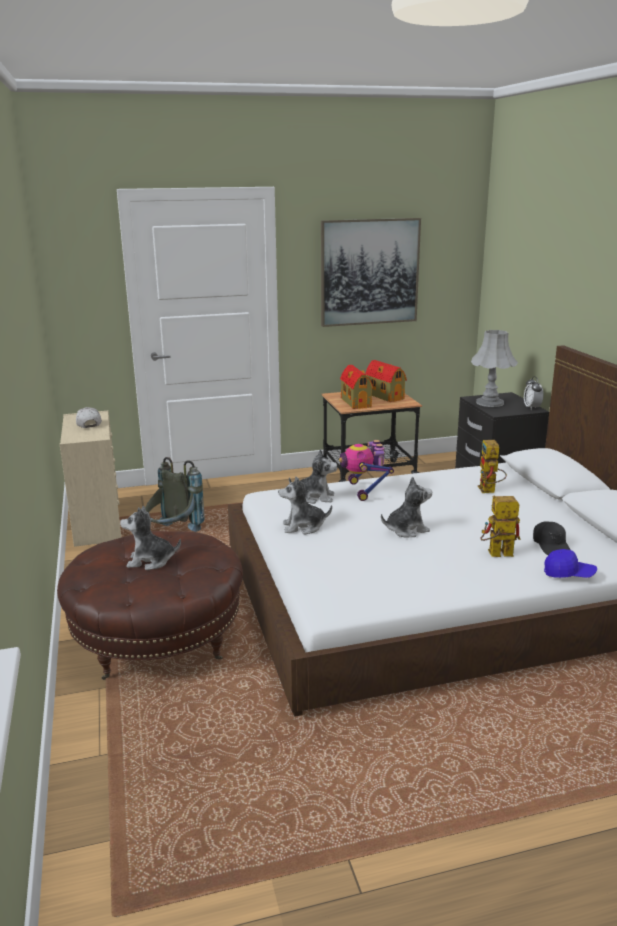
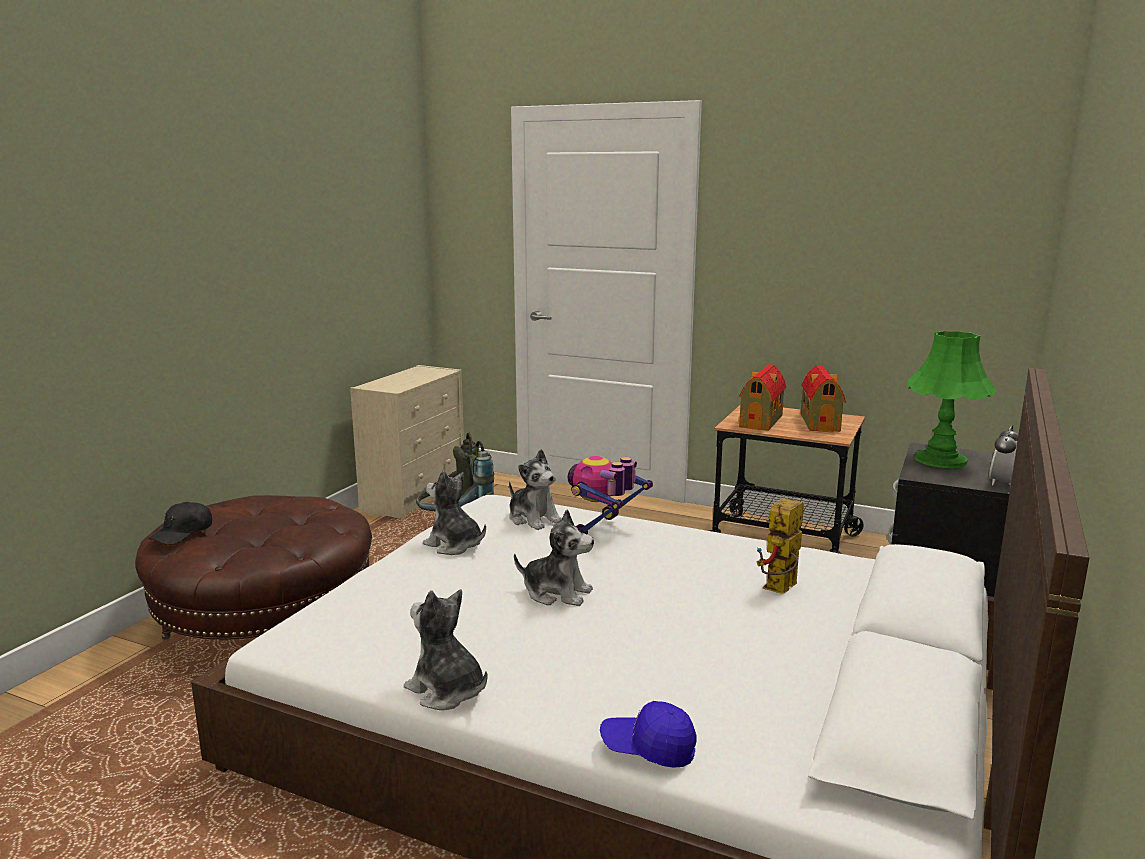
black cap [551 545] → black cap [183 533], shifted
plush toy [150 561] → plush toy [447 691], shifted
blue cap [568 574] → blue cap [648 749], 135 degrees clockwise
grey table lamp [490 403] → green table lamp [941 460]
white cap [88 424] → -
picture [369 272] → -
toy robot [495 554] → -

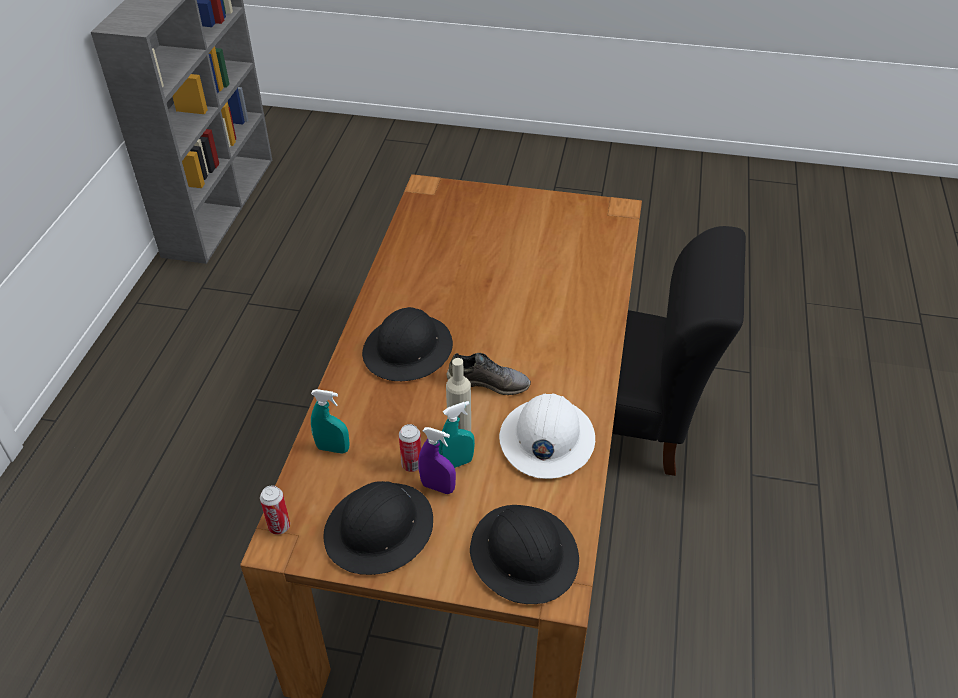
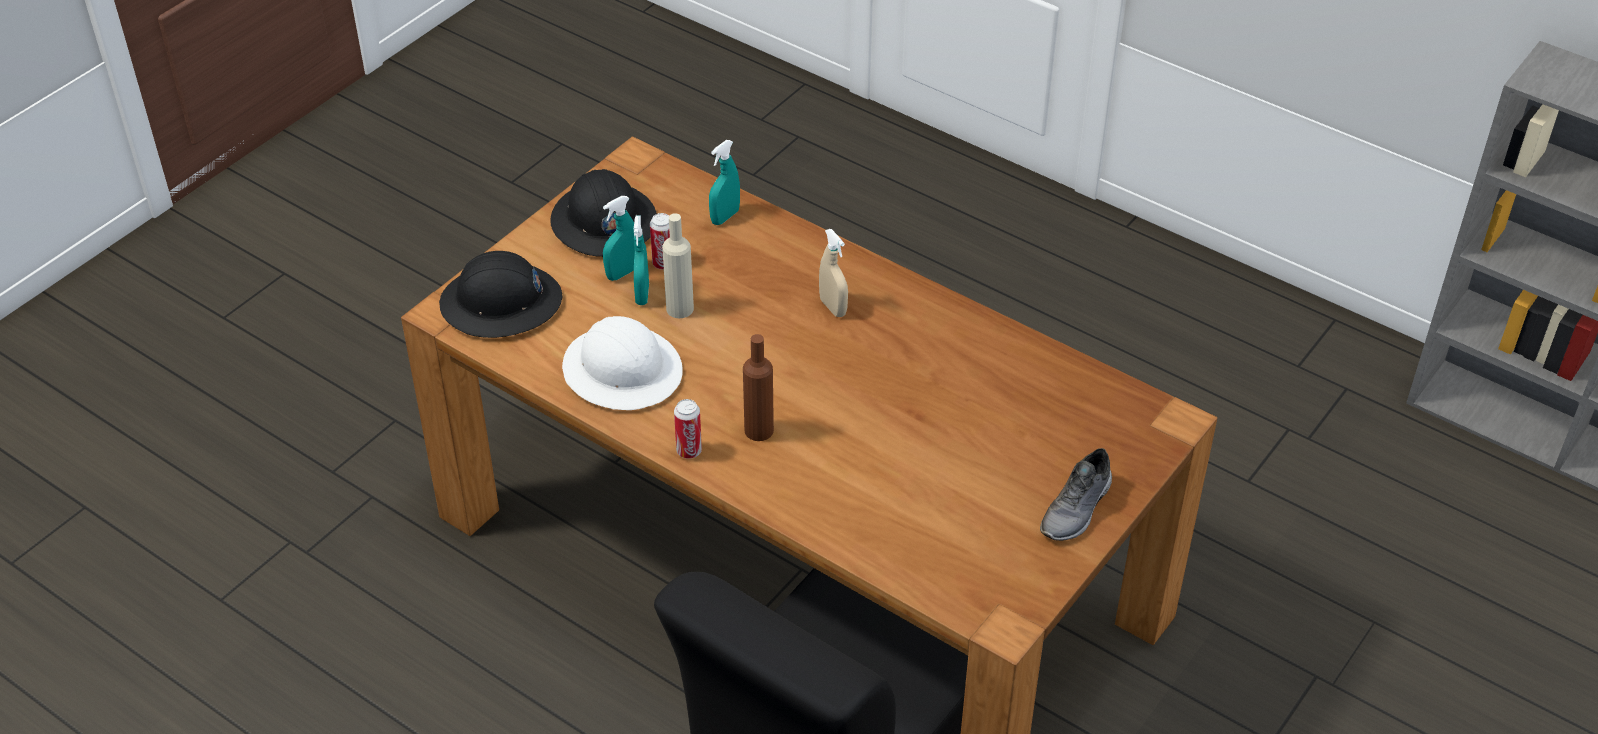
purple spray bottle [438 487] → turquoise spray bottle [623 273]
can [279 526] → can [689 451], shifted
- → brown bottle [759 430]
black hard hat [408 350] → beige spray bottle [833 307]
grey shoe [488 382] → grey shoe [1077 509], shifted

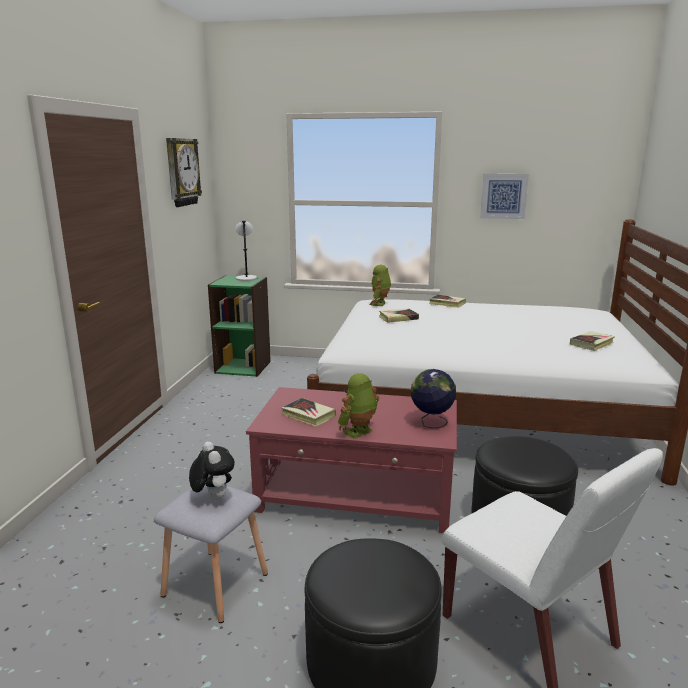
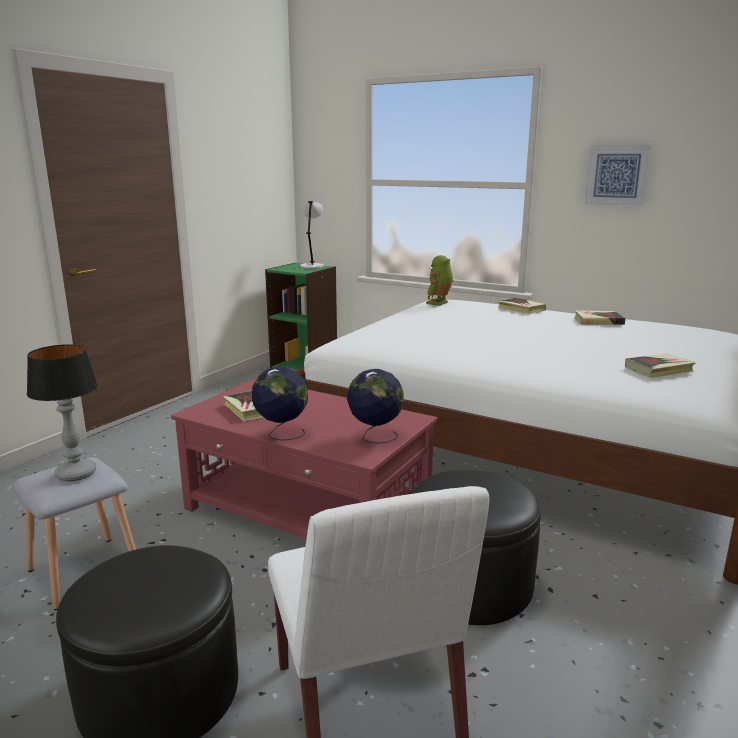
plush toy [213 497] → table lamp [75 474]
toy robot [359 432] → globe [281 434]
book [398 318] → book [598 321], shifted
wall clock [181 172] → -

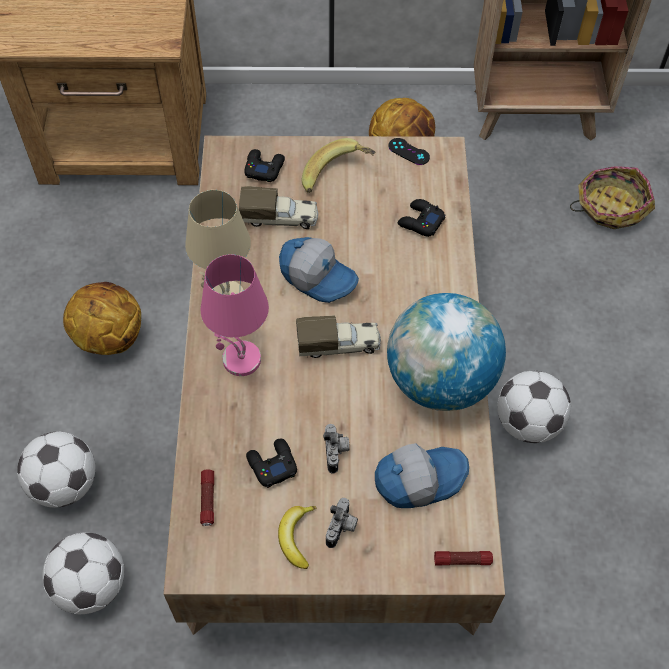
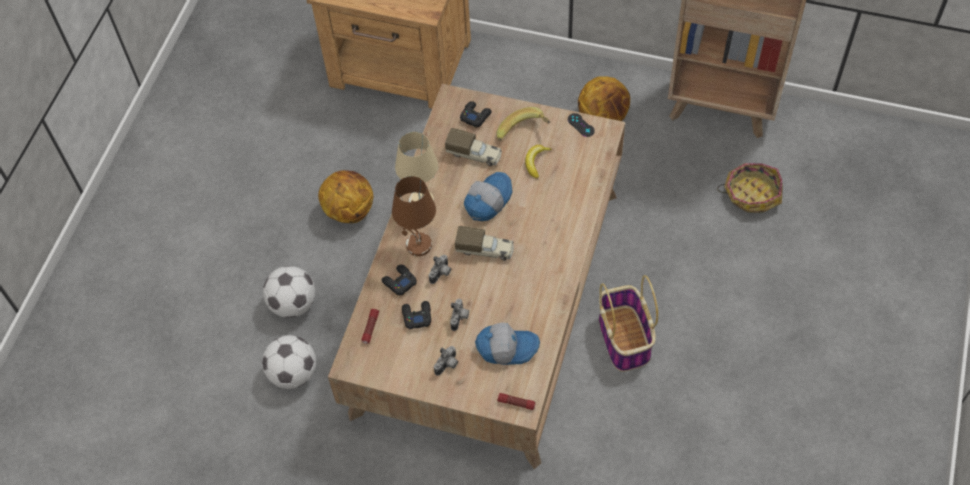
black game controller [420 222] → black game controller [399 282], shifted
pink table lamp [240 360] → brown table lamp [418 245]
- → photo camera [441 274]
cap [318 276] → cap [487 200], 105 degrees counterclockwise
banana [296 537] → banana [536 162], shifted
football [527 423] → basket [625 339]
globe [440 380] → -

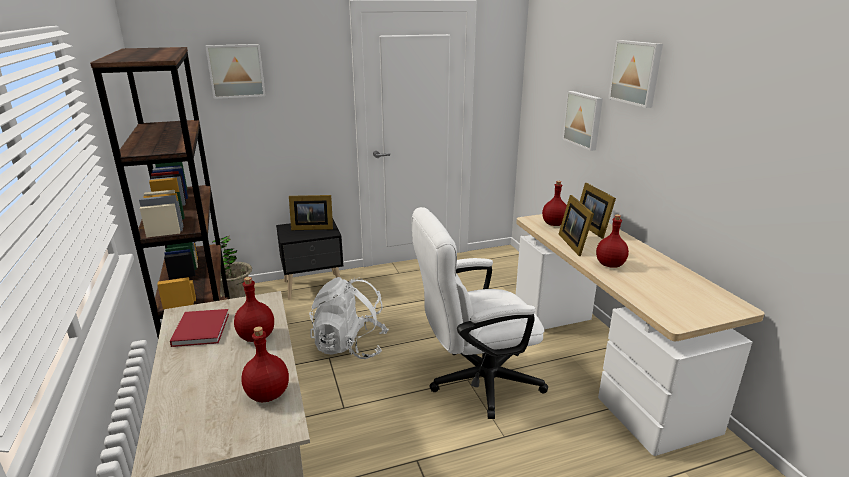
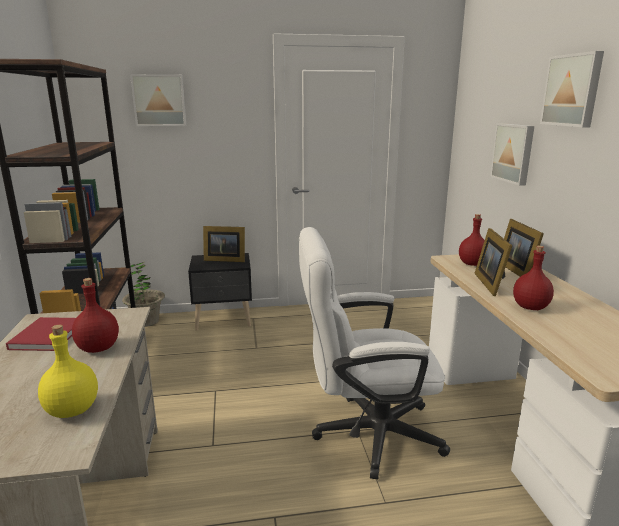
red bottle [268 394] → yellow bottle [73 409]
white backpack [350 346] → -

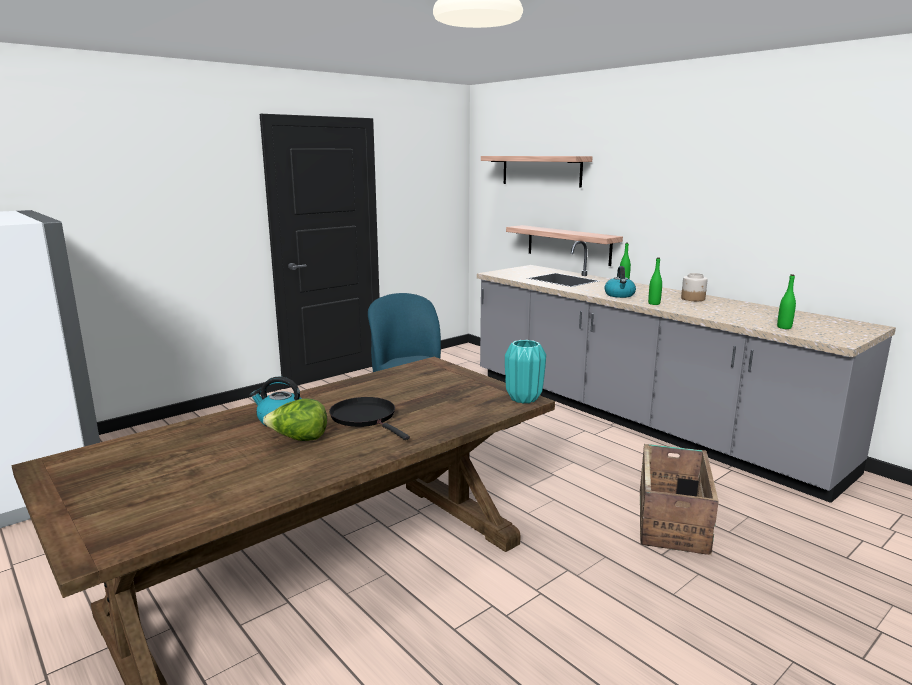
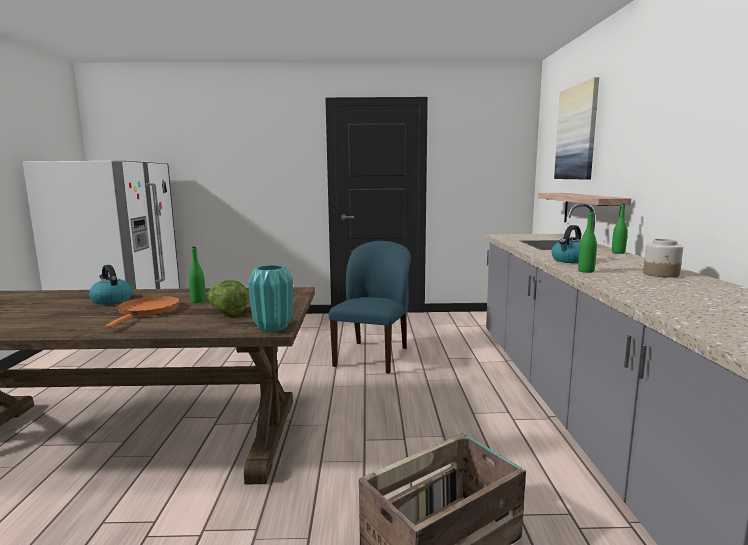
black frying pan [366 418] → orange frying pan [147 311]
green bottle [784 327] → green bottle [198 301], shifted
lettuce [299 439] → lettuce [227 313], shifted
shelf [541 170] → picture [577 133]

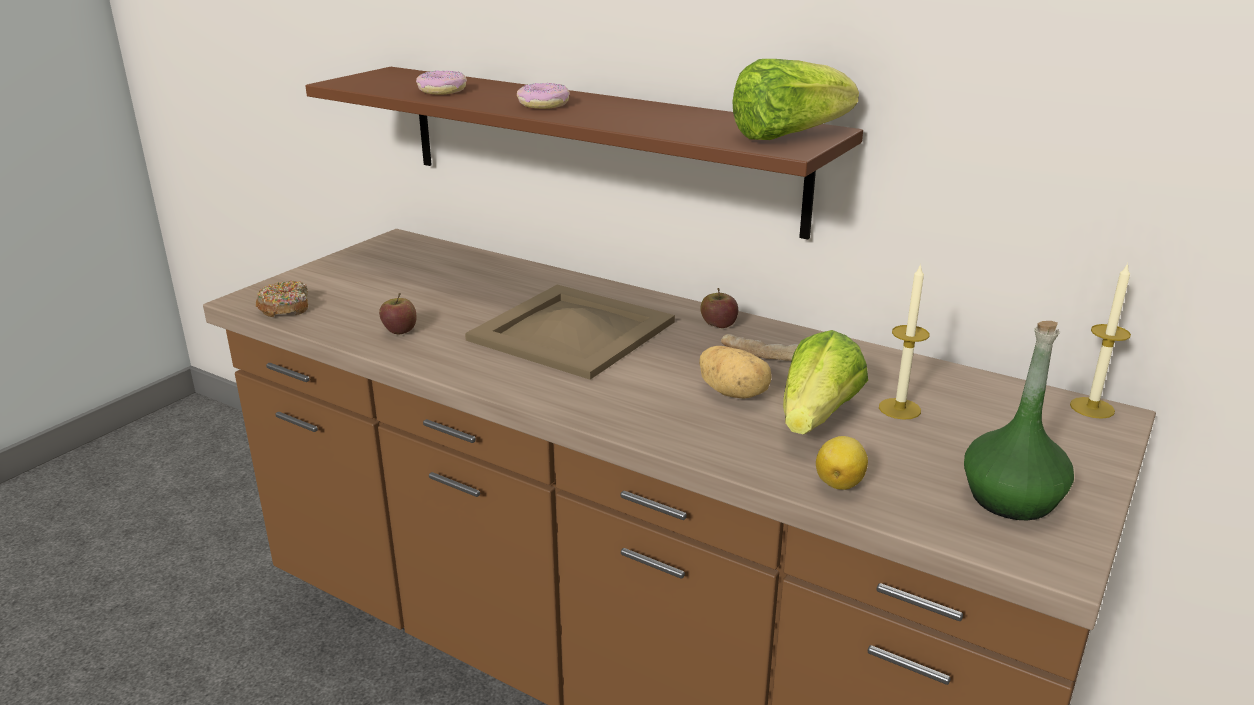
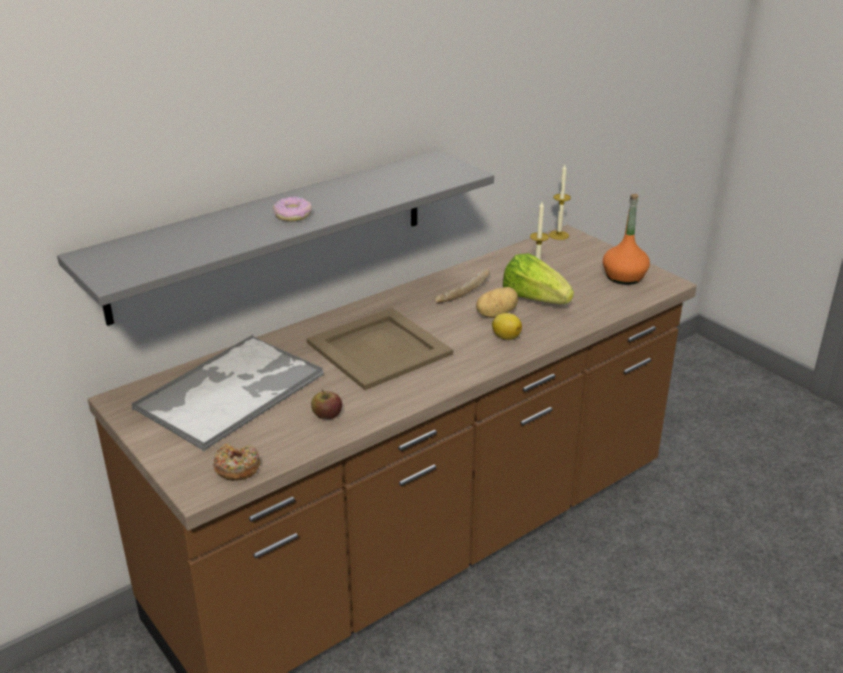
brown shelf [595 146] → grey shelf [272 233]
- → tray [232 391]
lemon [840 482] → lemon [505 337], shifted
green bottle [1010 499] → orange bottle [624 277]
donut [442 91] → -
apple [718 325] → -
lettuce [787 136] → -

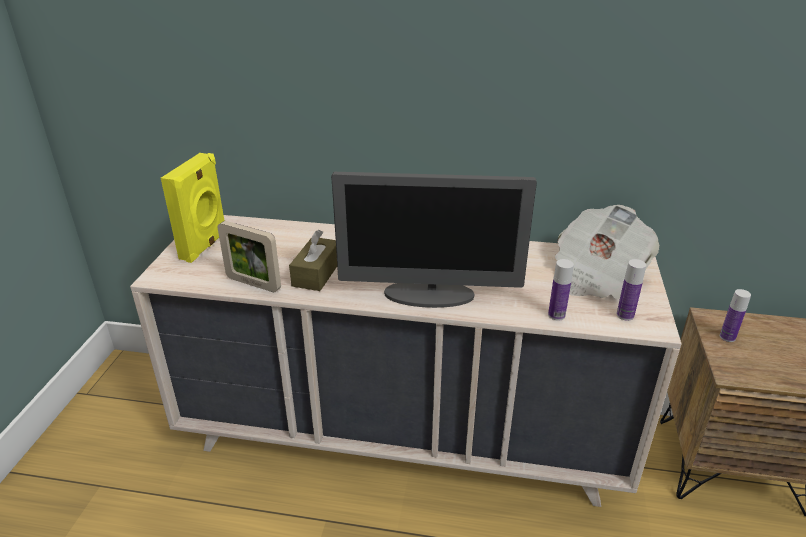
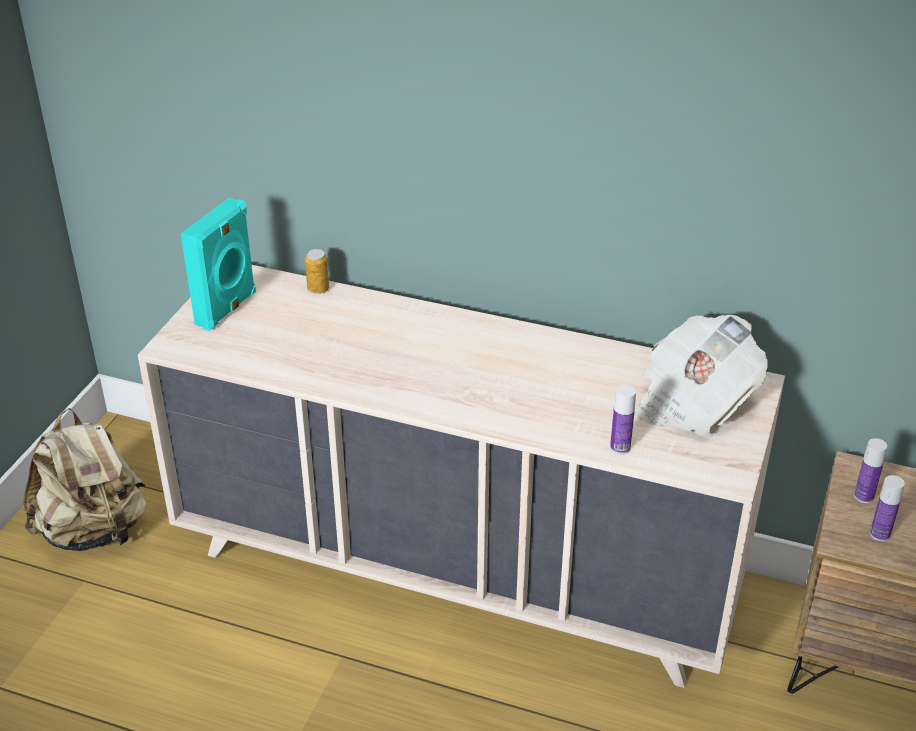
- → beige backpack [94 531]
yellow speaker [205 246] → turquoise speaker [228 309]
- → can [318 289]
bottle [625 315] → bottle [879 534], shifted
picture frame [253 283] → -
brown tissue box [316 273] → -
monitor [430 295] → -

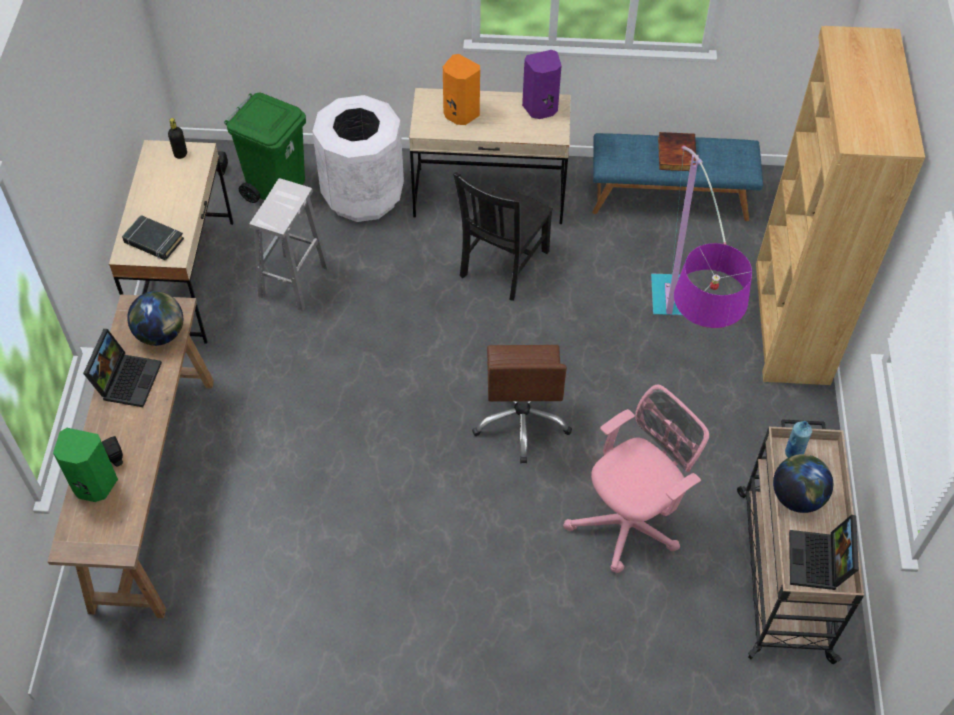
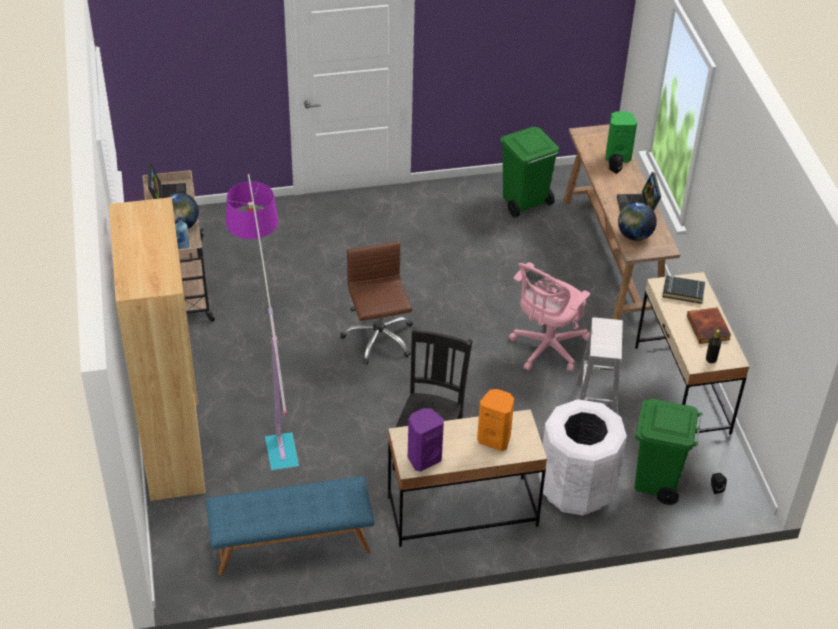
- → green trash can [524 203]
pink office chair [630 522] → pink office chair [546 349], shifted
book [675 153] → book [709 327], shifted

